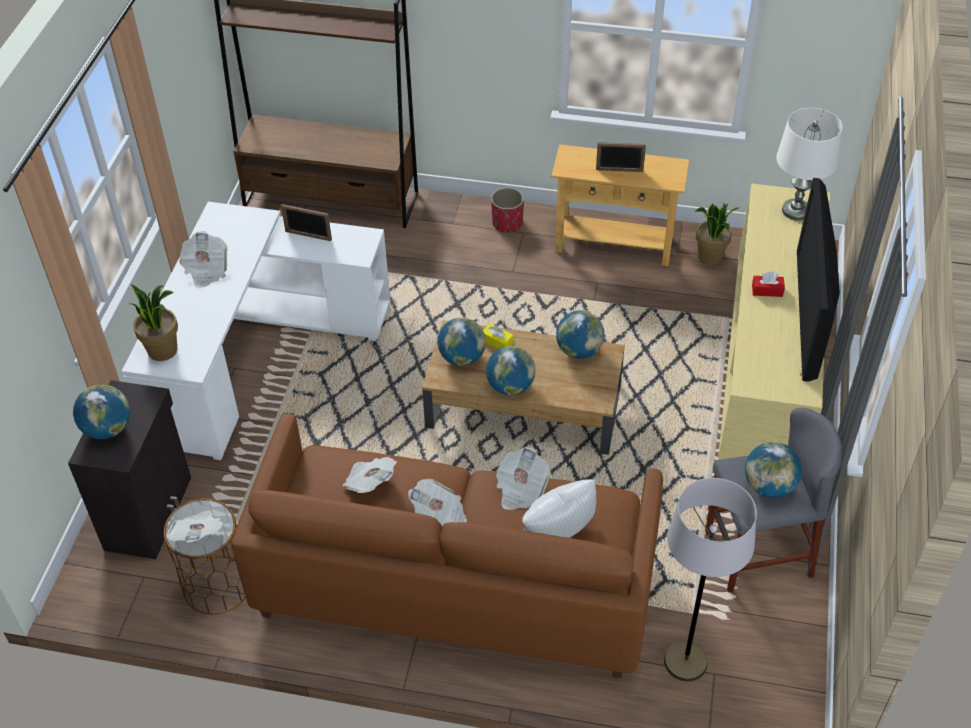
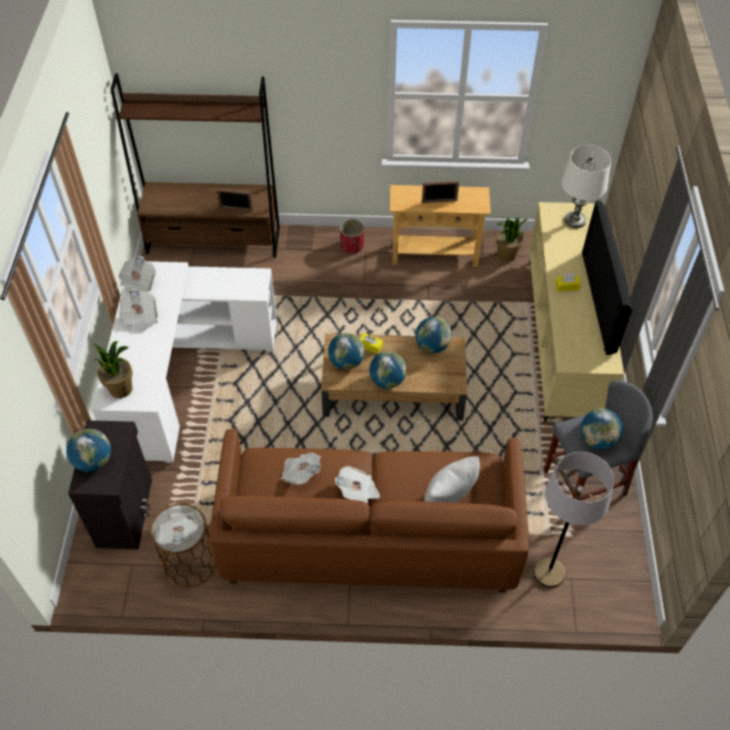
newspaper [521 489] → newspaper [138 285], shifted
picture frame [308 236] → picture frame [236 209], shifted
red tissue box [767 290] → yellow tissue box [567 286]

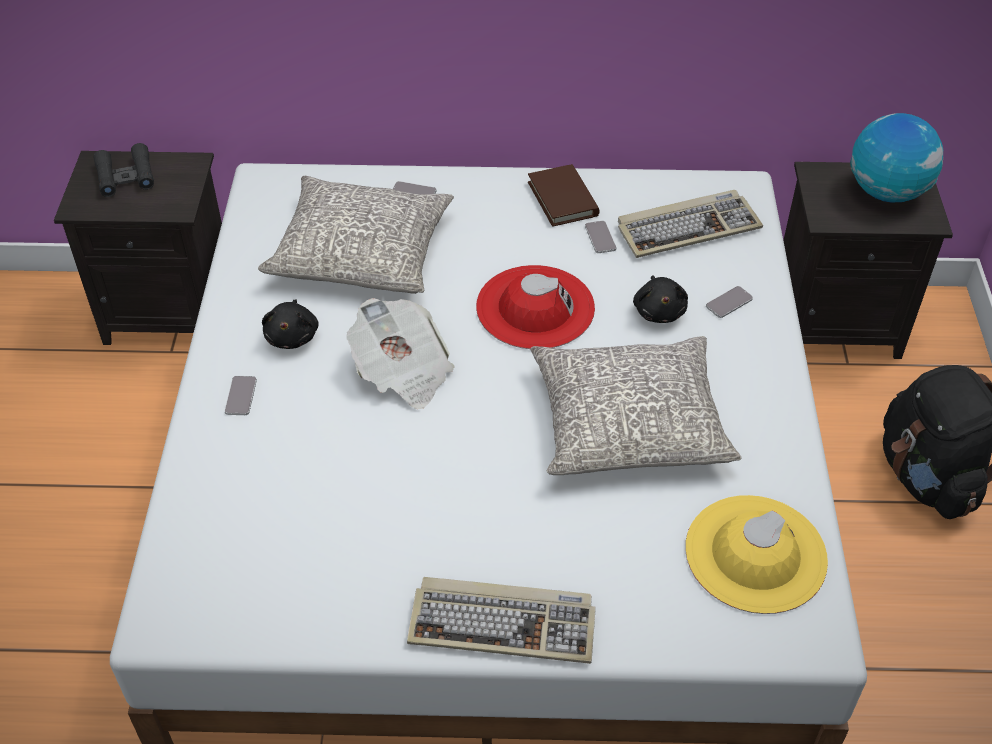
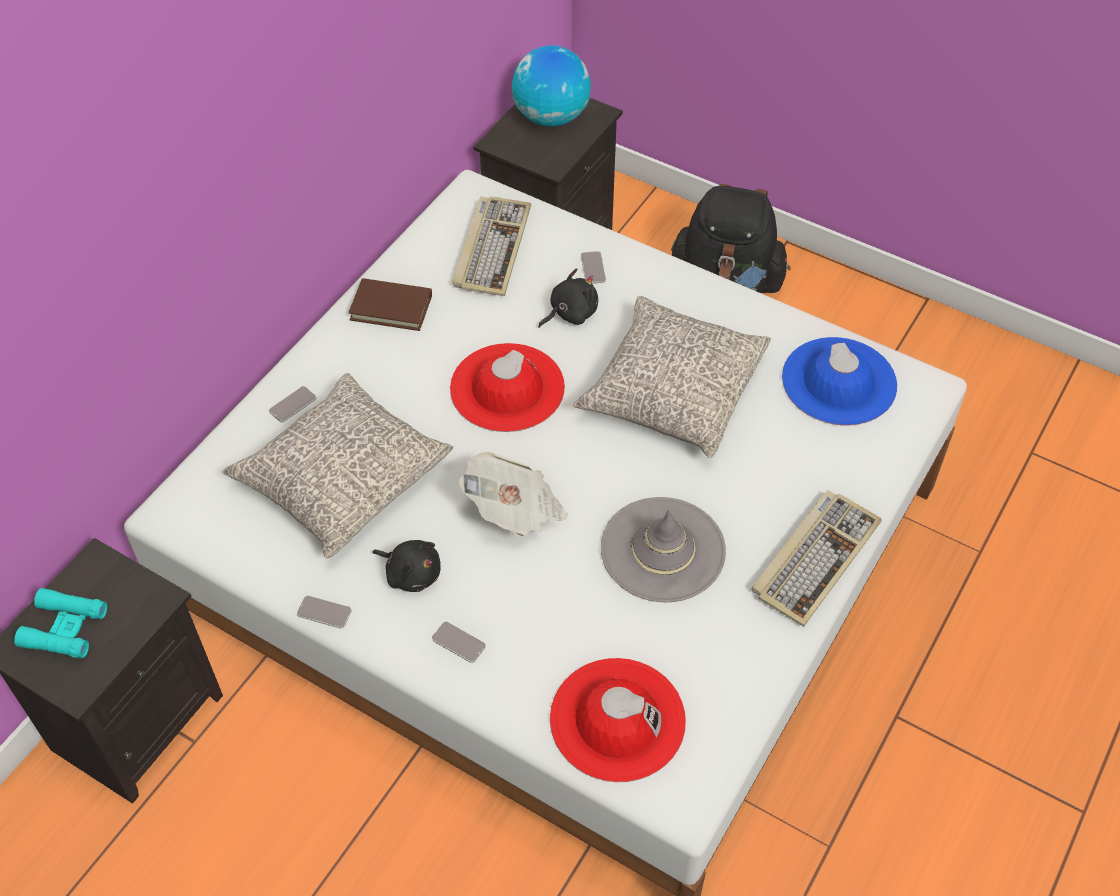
black binoculars [126 176] → turquoise binoculars [64 628]
phone [600 237] → phone [324 612], shifted
black plush toy [659 311] → black plush toy [570 313], 60 degrees counterclockwise
- → red hat [617 719]
- → grey hat [663 550]
yellow hat [755 554] → blue hat [839 381]

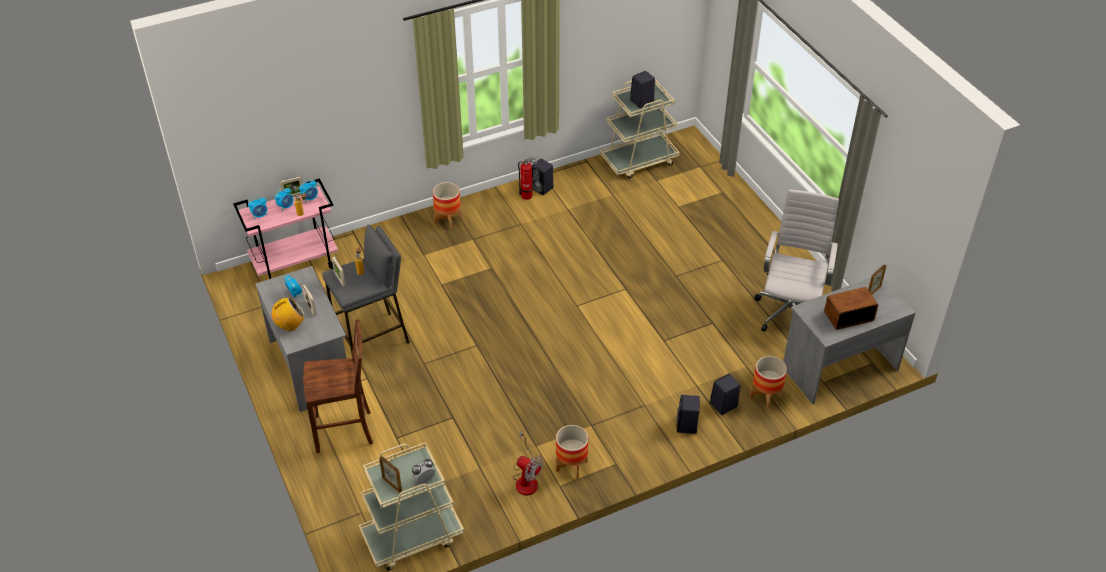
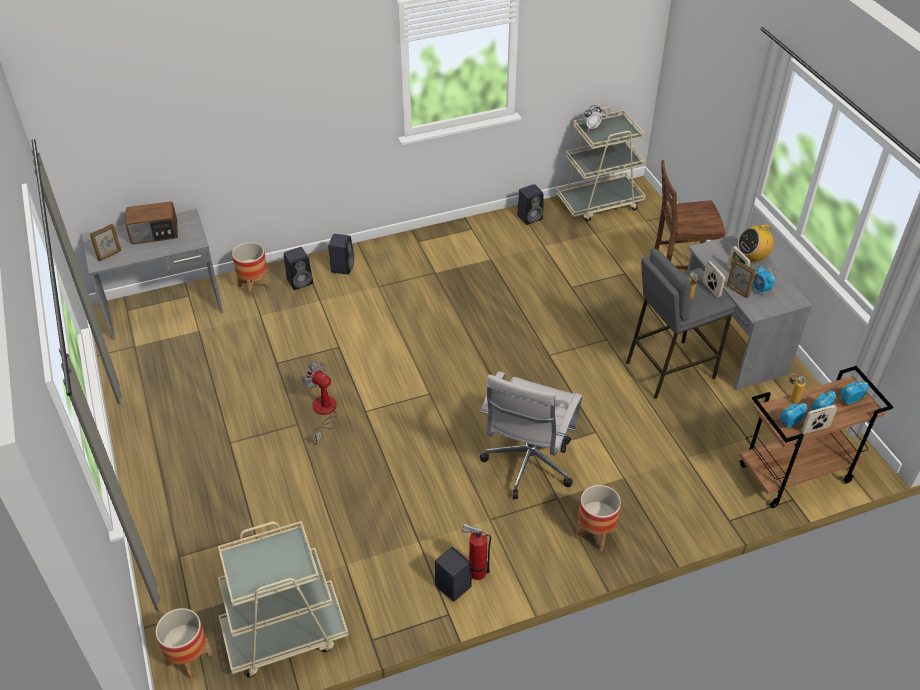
planter [571 466] → planter [190 659], shifted
fan [526 479] → fan [323 413], shifted
white office chair [790 311] → white office chair [527 466], shifted
black speaker [641 102] → black speaker [530 217], shifted
picture frame [392 484] → picture frame [737 291], shifted
pink cart [296 264] → brown cart [794 475]

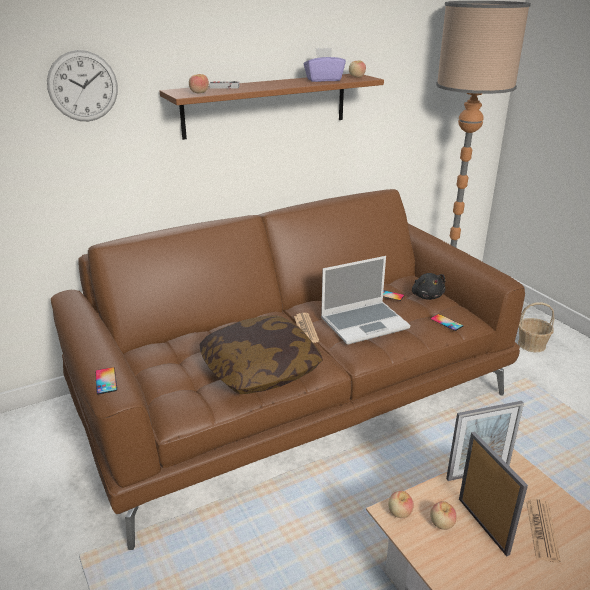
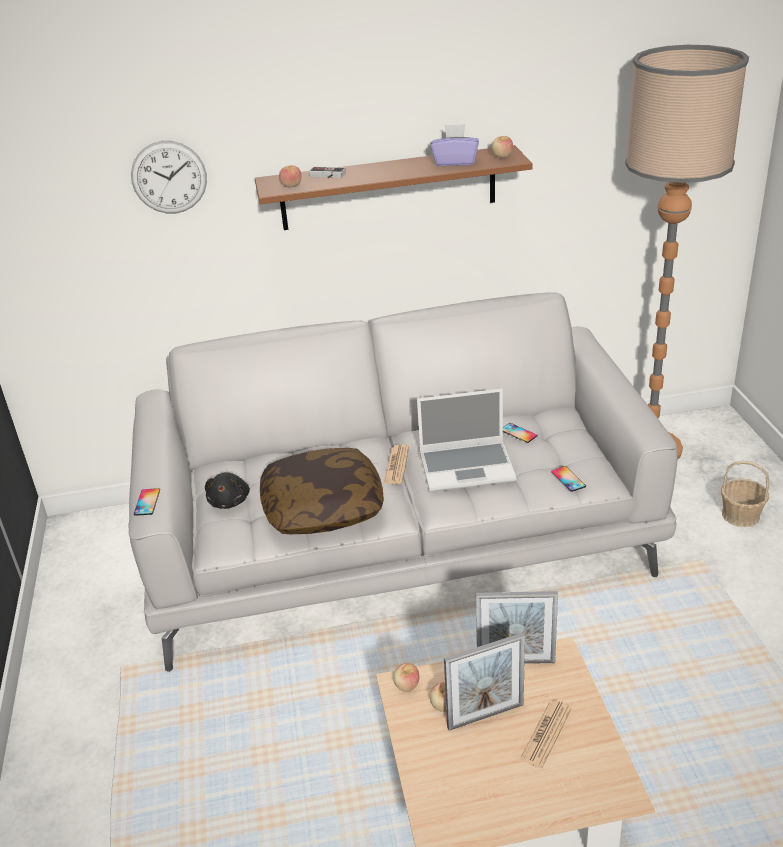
brown sofa [295 395] → grey sofa [400 537]
black plush toy [427 296] → black plush toy [230 501], shifted
picture frame [483 525] → picture frame [485 716], 75 degrees clockwise

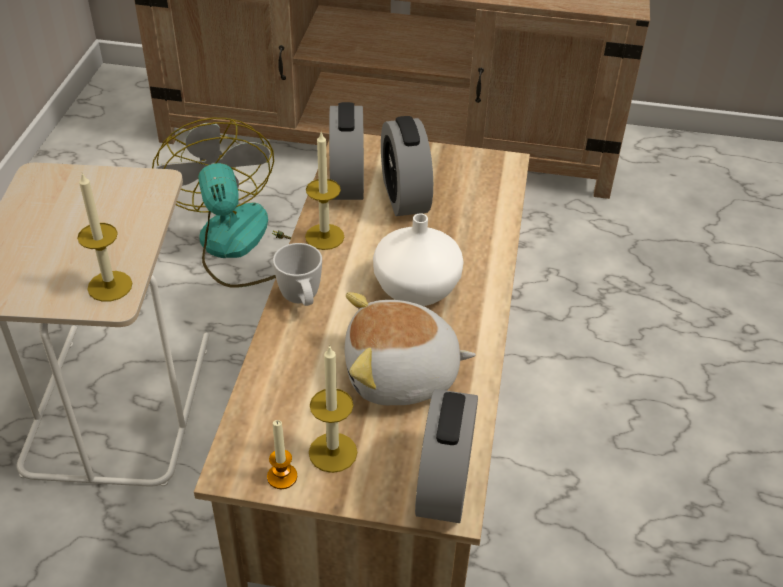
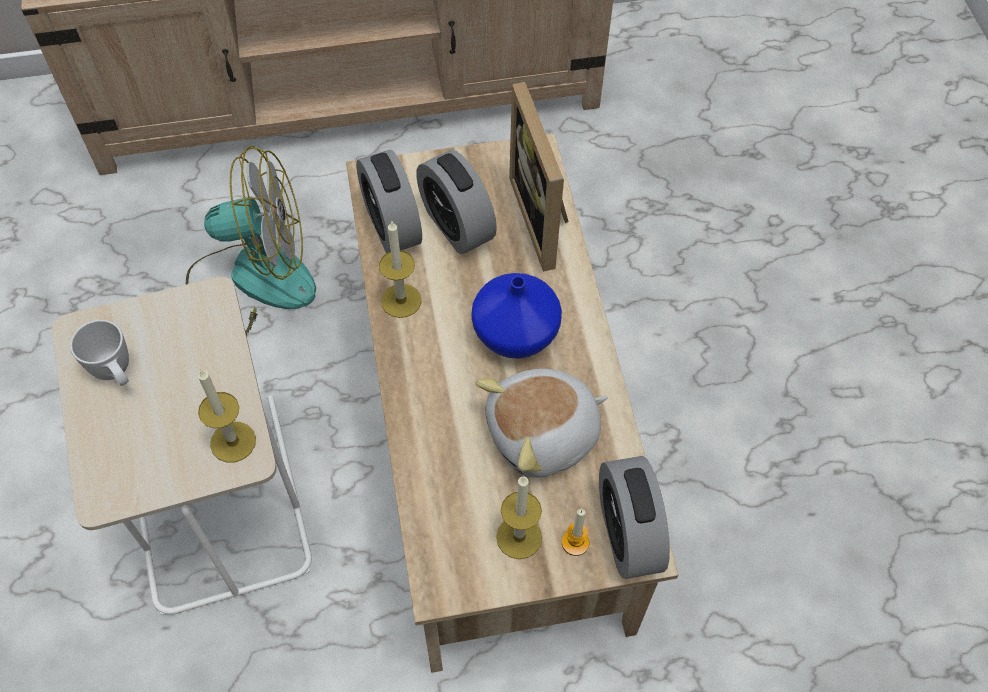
white mug [302 301] → white mug [116 374], shifted
fan [239 245] → fan [252 280], 120 degrees clockwise
white vase [416 290] → blue vase [516 335]
- → picture frame [545 219]
candle [282 477] → candle [575 542], shifted

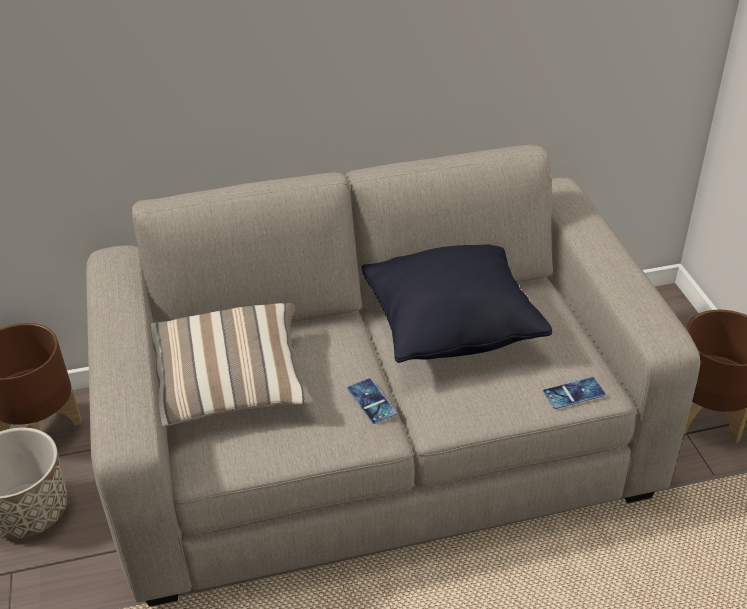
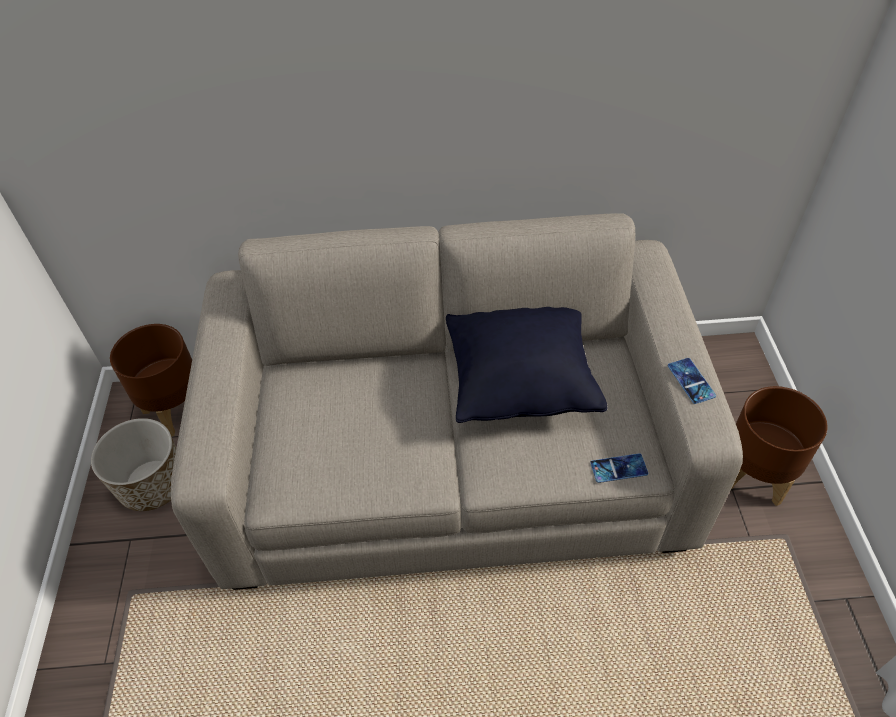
phone [371 401] → phone [691 381], shifted
pillow [231 386] → -

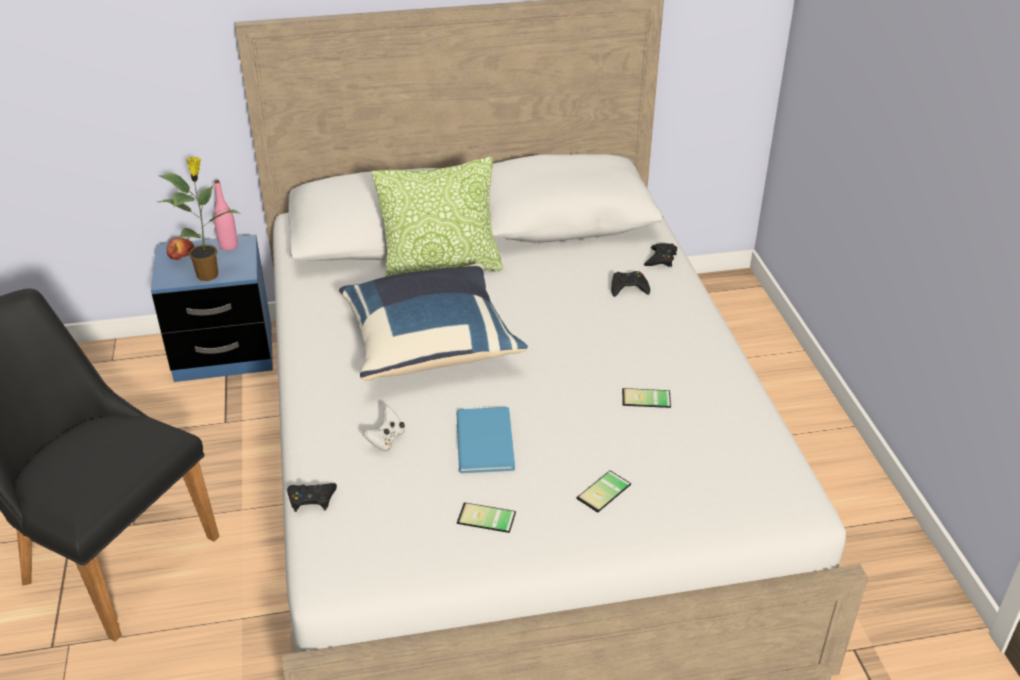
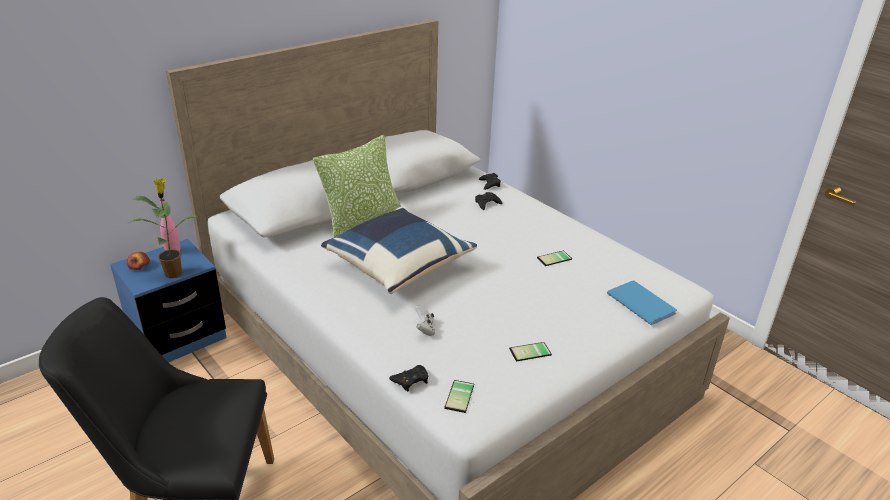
phone [606 493] → phone [461 397], shifted
blue book [487 439] → blue book [641 302], shifted

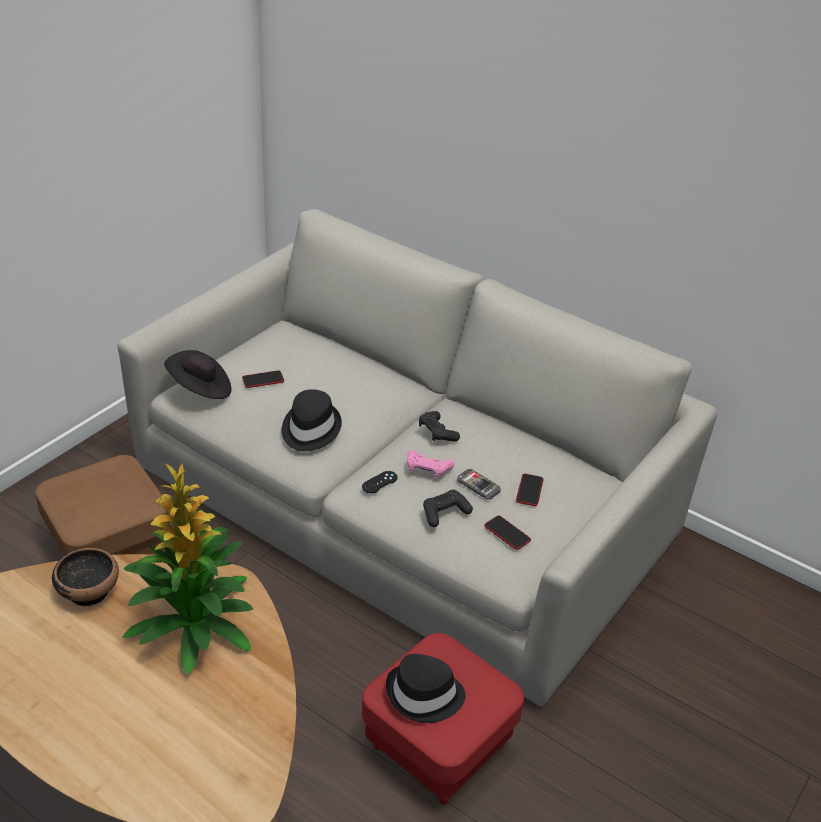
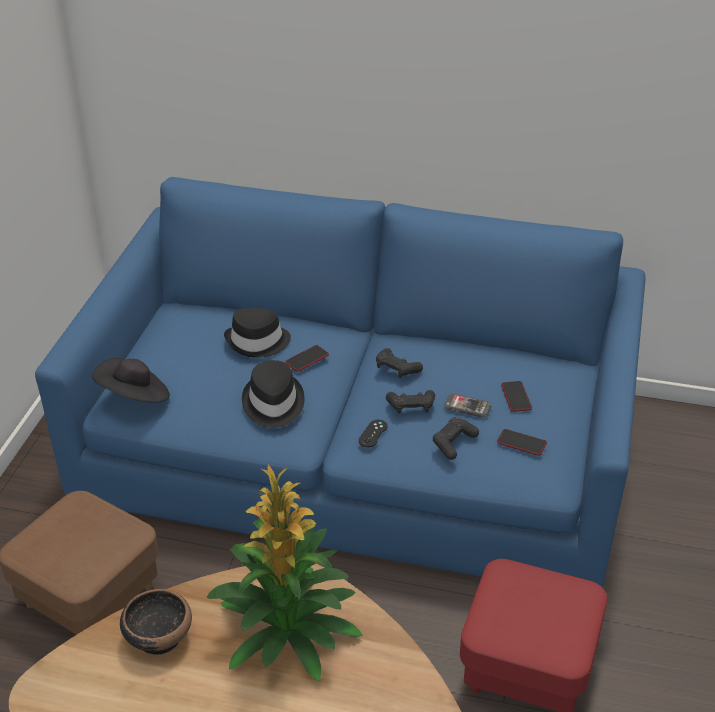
grey sofa [406 501] → blue sofa [359 450]
black hat [424 696] → black hat [258 342], shifted
phone [263 380] → phone [307 359], shifted
pink game controller [427 469] → black game controller [411 406]

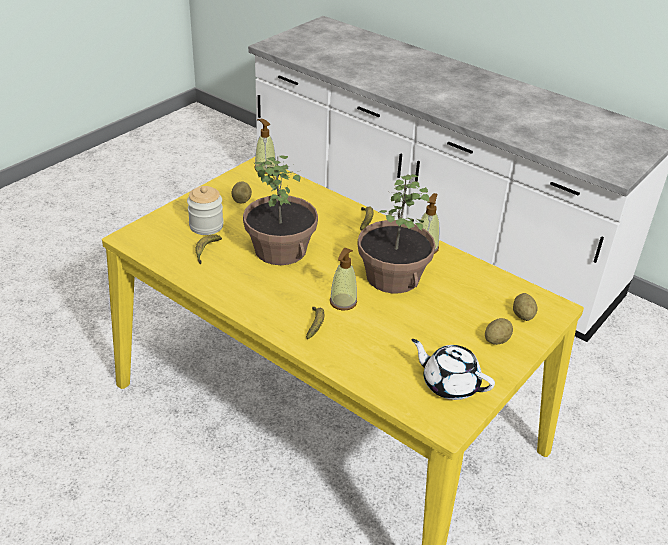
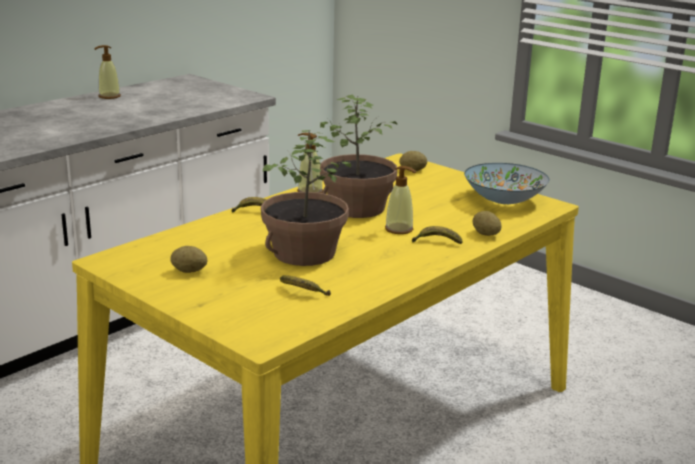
soap dispenser [265 168] → soap dispenser [109 96], shifted
white teapot [449 384] → bowl [504 200]
potato [496 340] → potato [485 234], shifted
jar [206 226] → -

